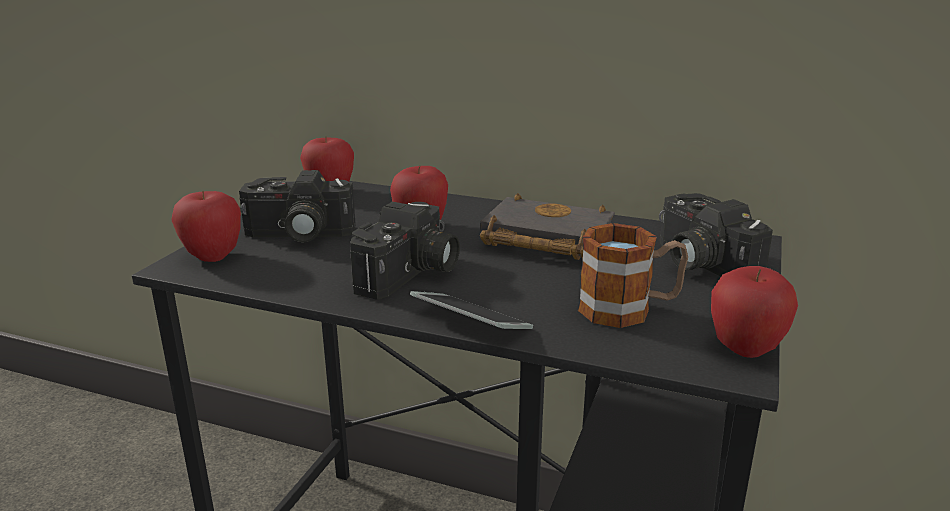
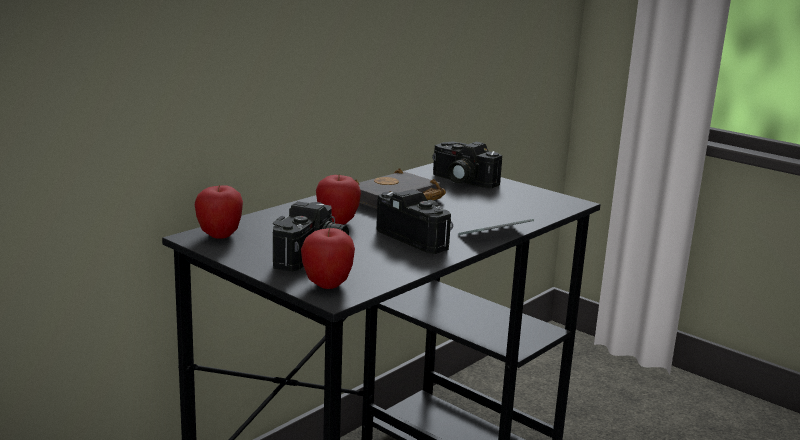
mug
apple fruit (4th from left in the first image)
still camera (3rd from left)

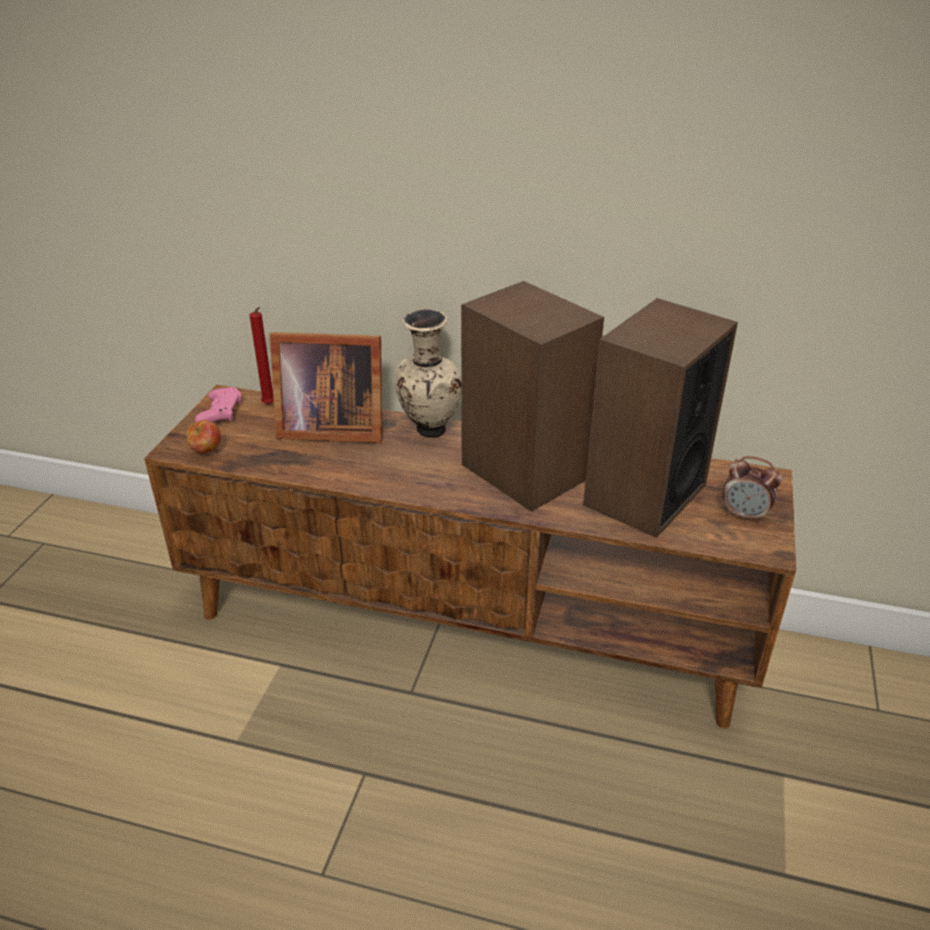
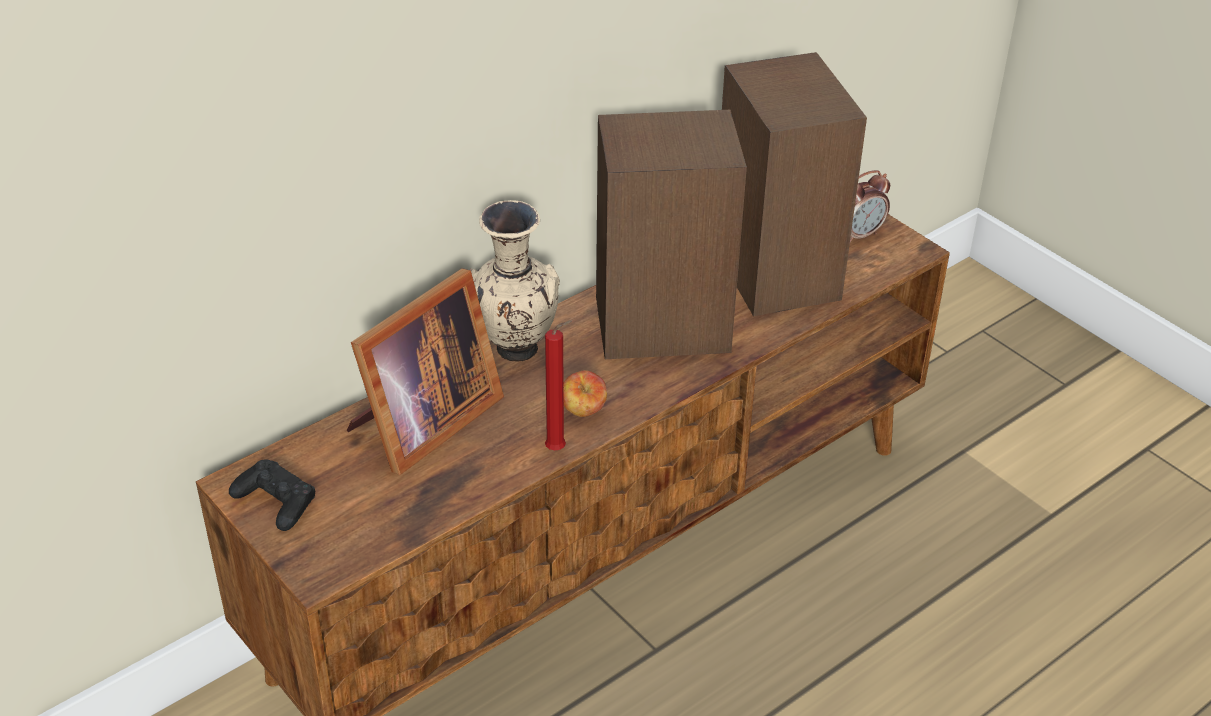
apple fruit
wax candle in red-coloured
gamepad in blackish

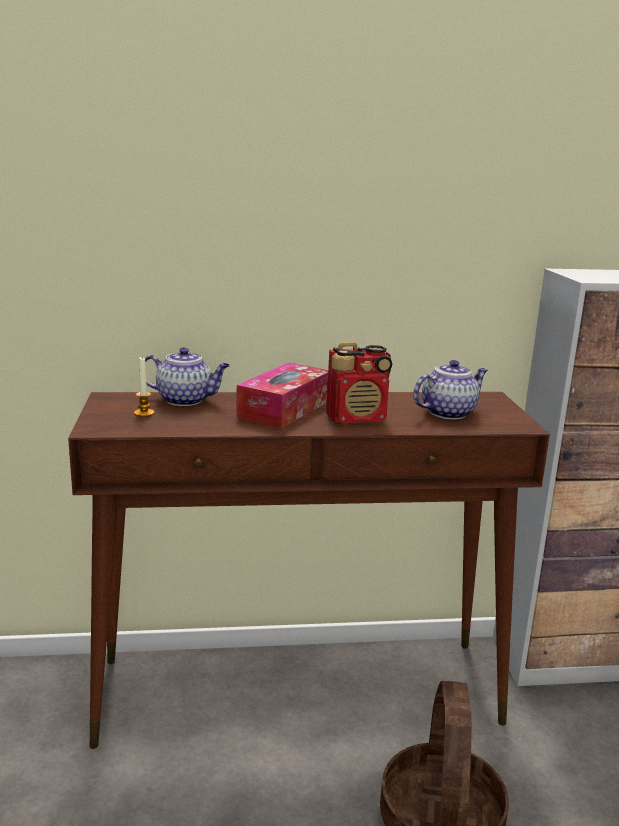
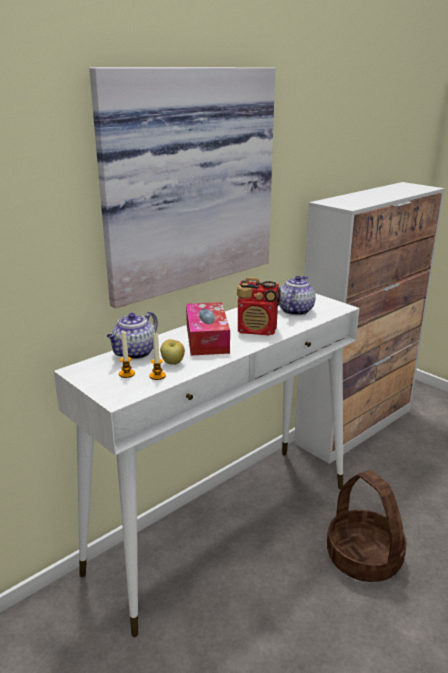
wall picture
wax candle (2nd from left)
apple fruit
console table in white-coloured
tea pot (1st from left)
radio set

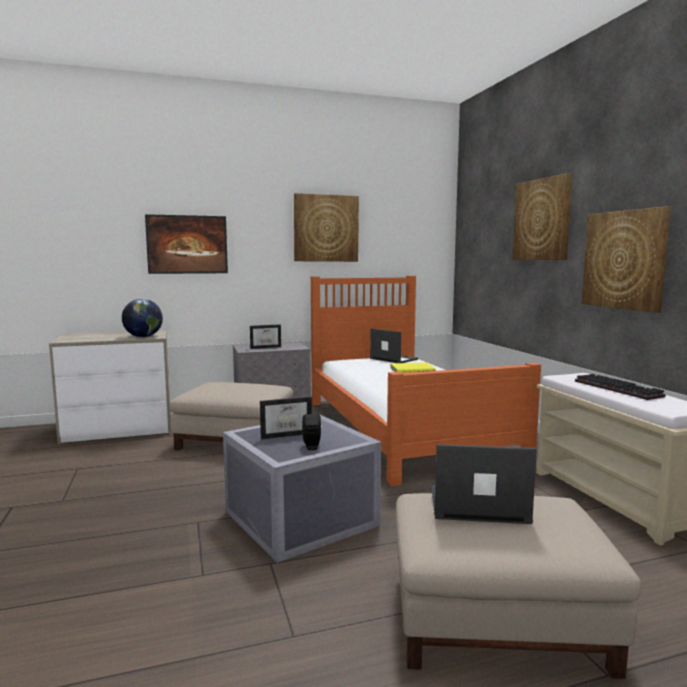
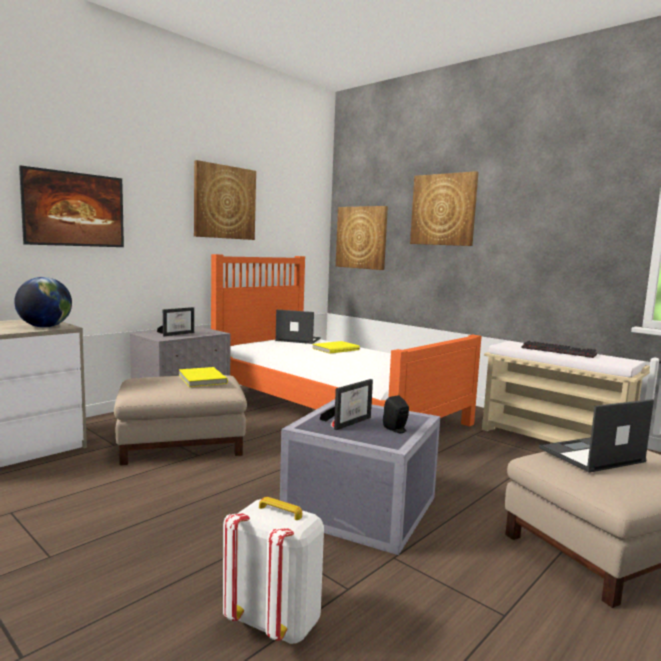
volume in yellowish (1st from left)
backpack in white-coloured
wall picture (3rd from left)

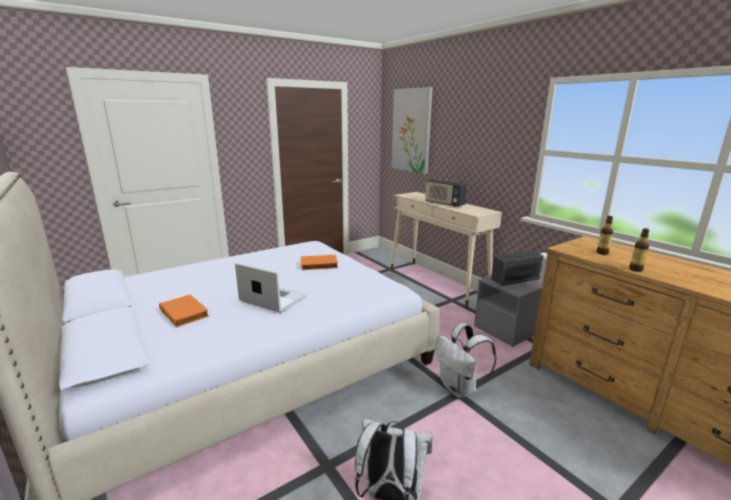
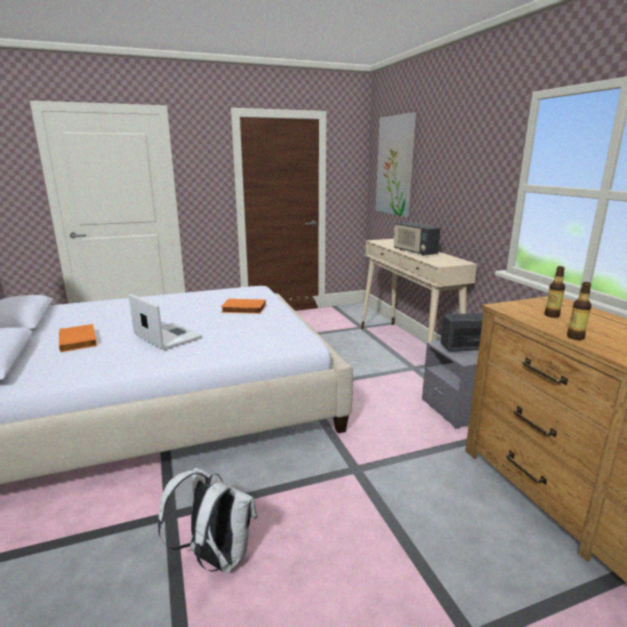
backpack in white-coloured (2nd from left in the first image)

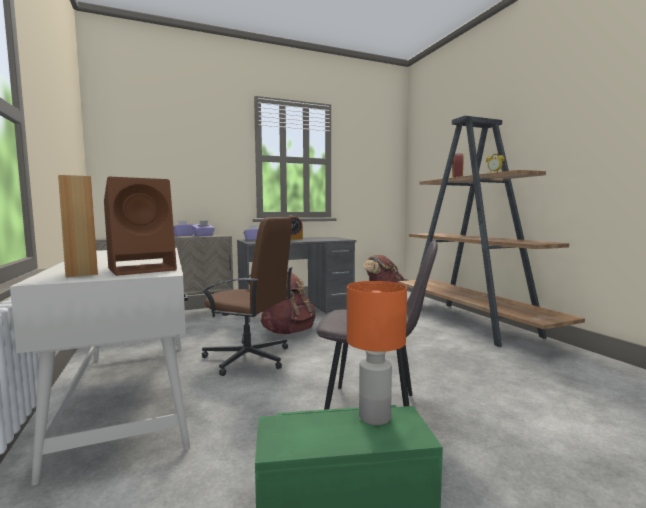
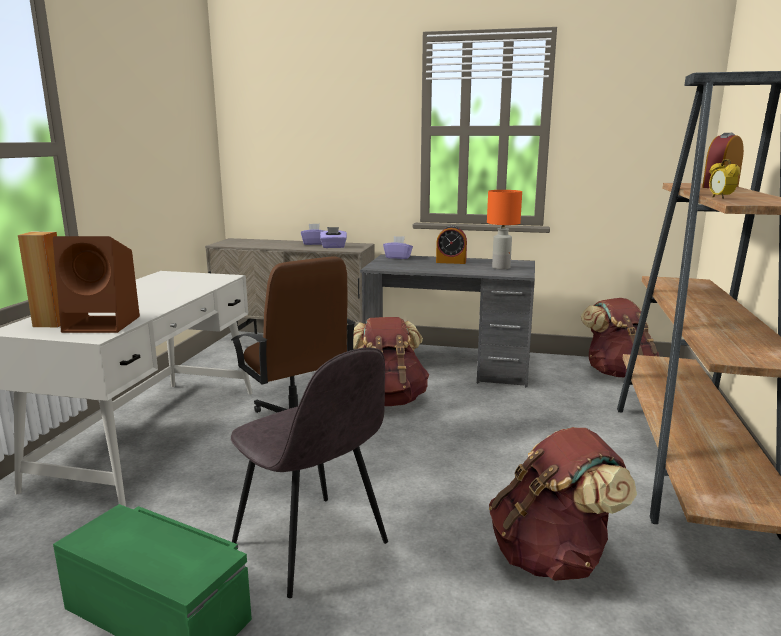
backpack in brown (2nd from left)
table lamp in orange-coloured

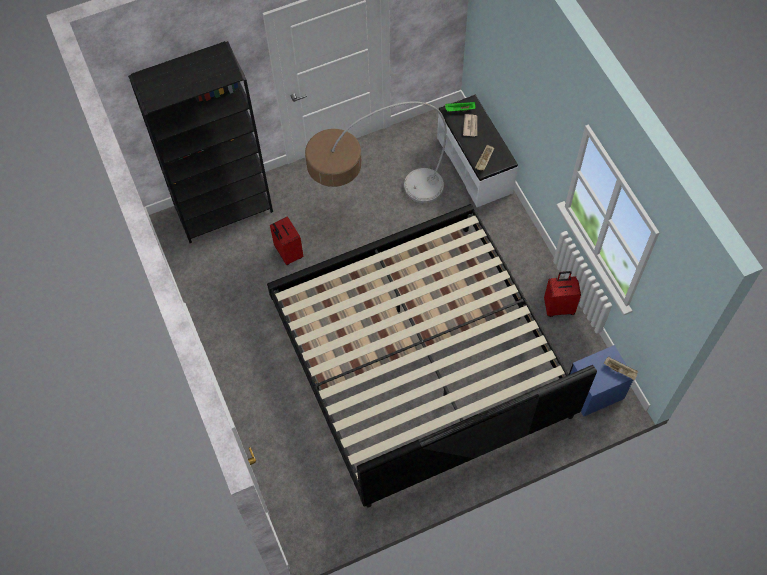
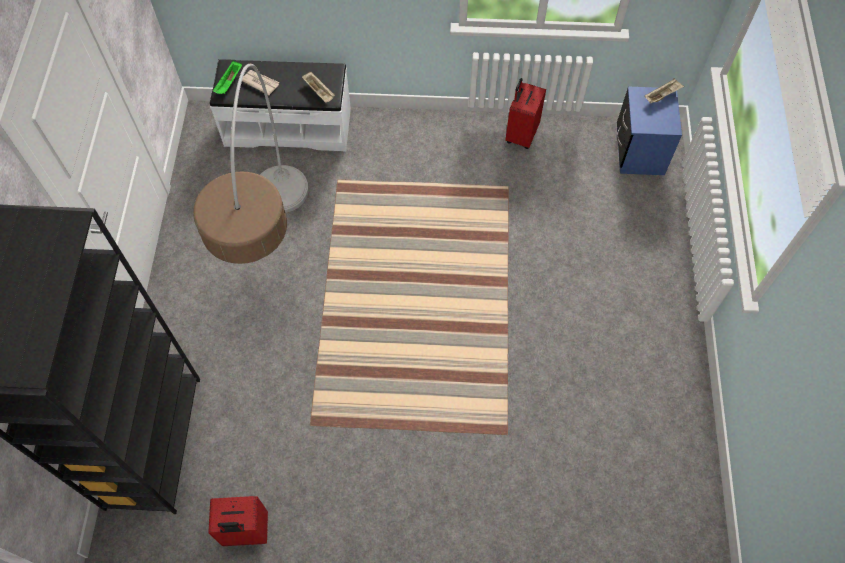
bedroom bed
piece of luggage in red-coloured (1st from left)

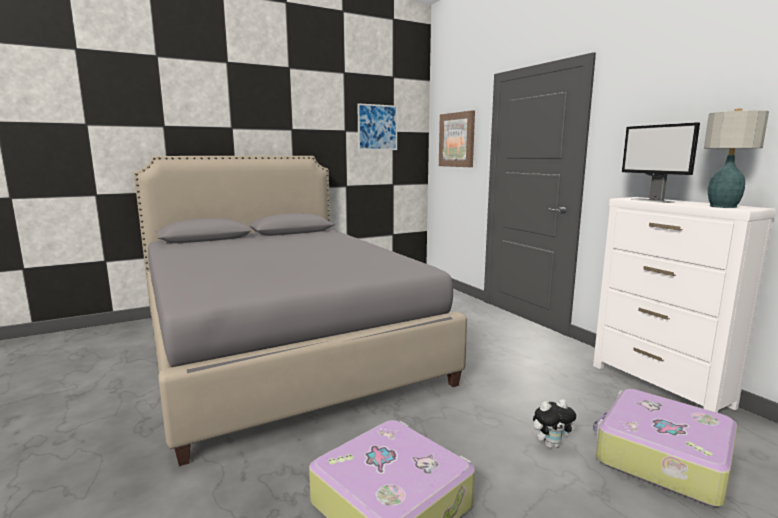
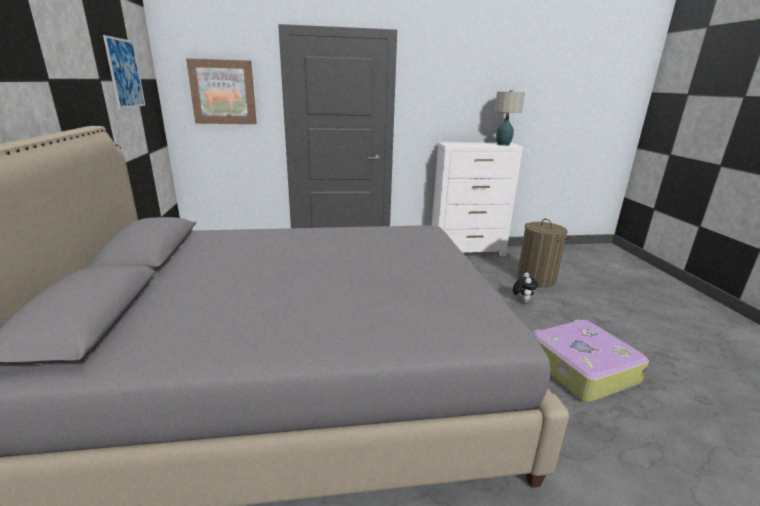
computer screen
hamper

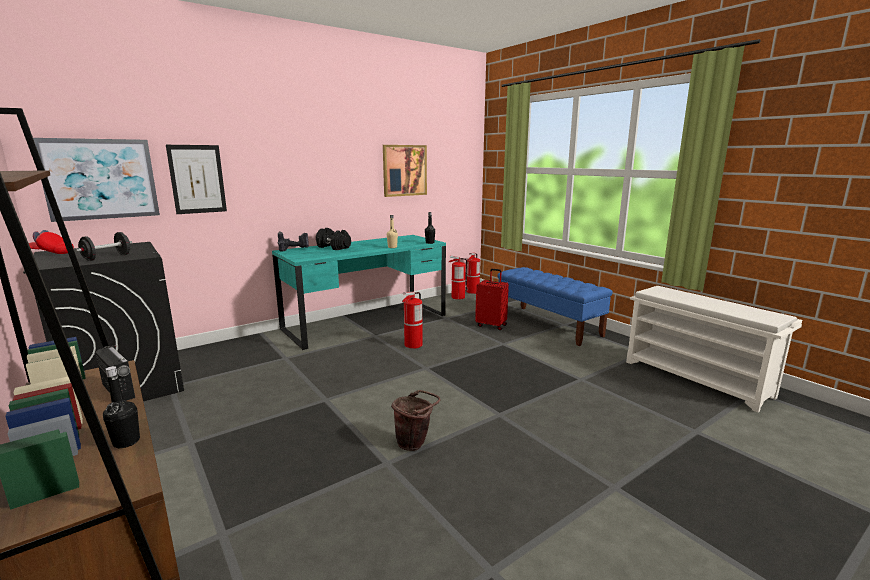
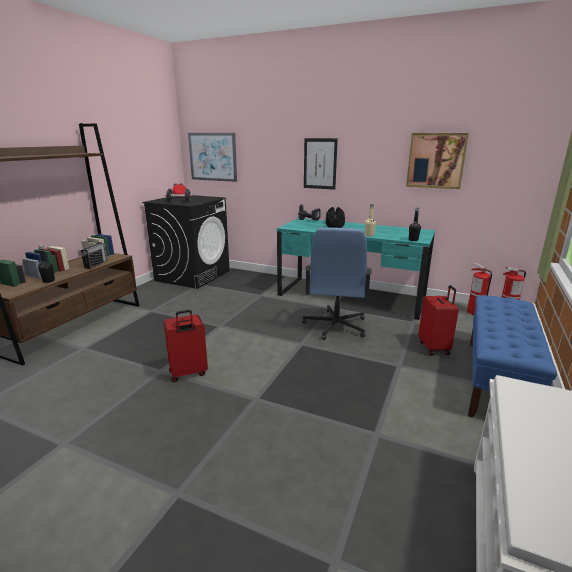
wall picture (2nd from left)
piece of luggage in red-coloured (1st from left)
office chair in blue-coloured

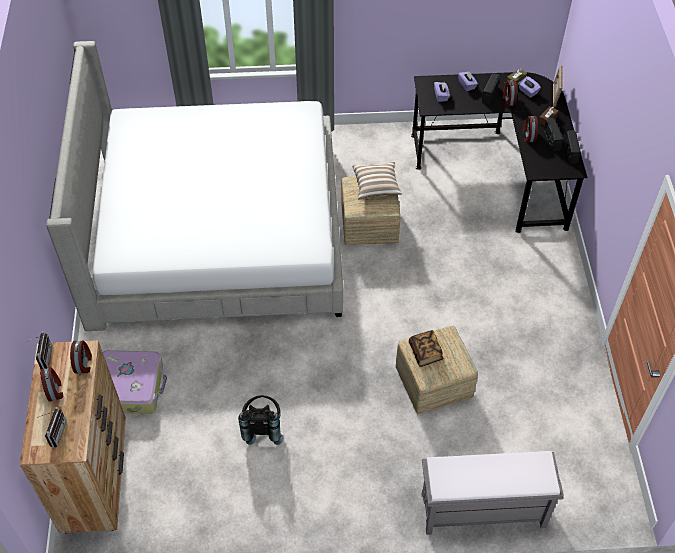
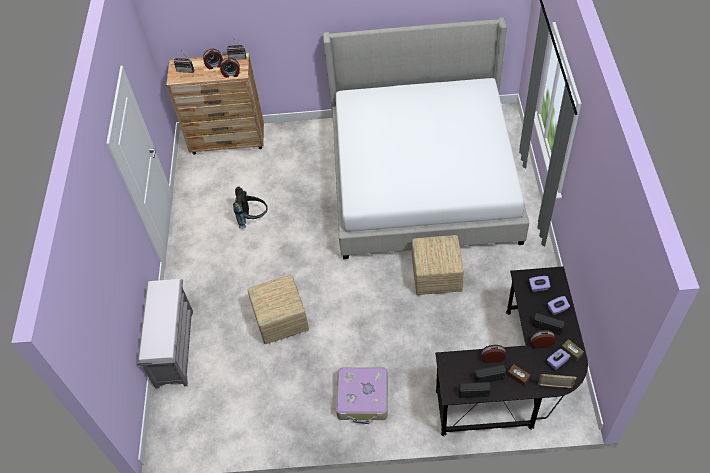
pillow
volume
piece of luggage

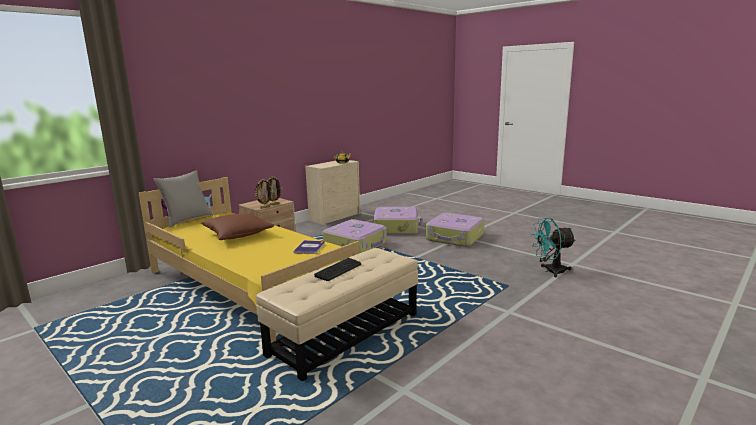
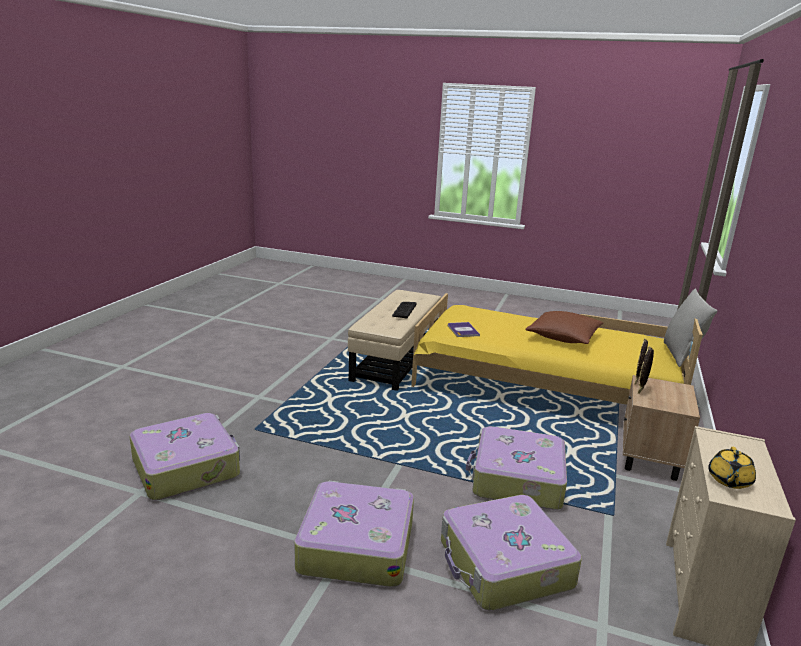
piece of luggage (1st from left)

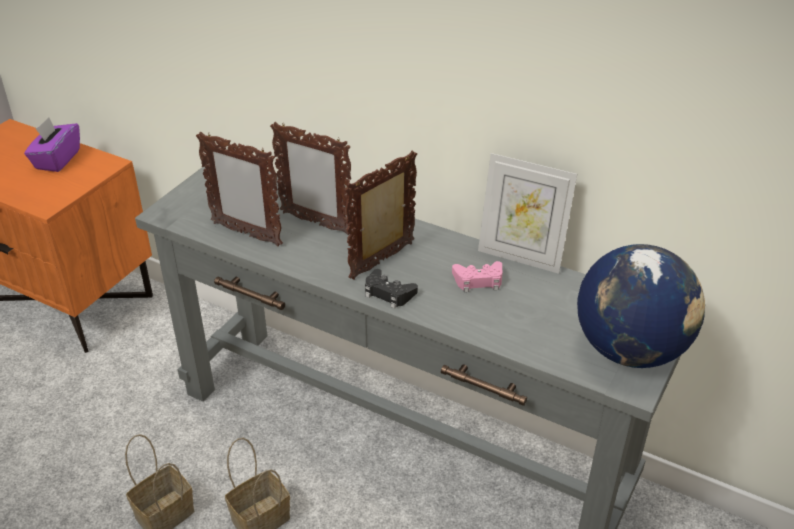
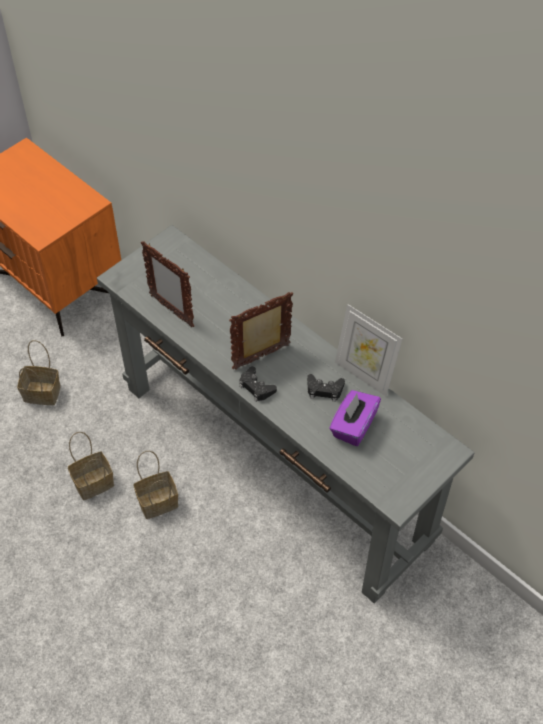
picture frame (2nd from left in the first image)
world globe
household basket (1st from left)
tissue holder in purplish
gamepad in blackish (2nd from left)

